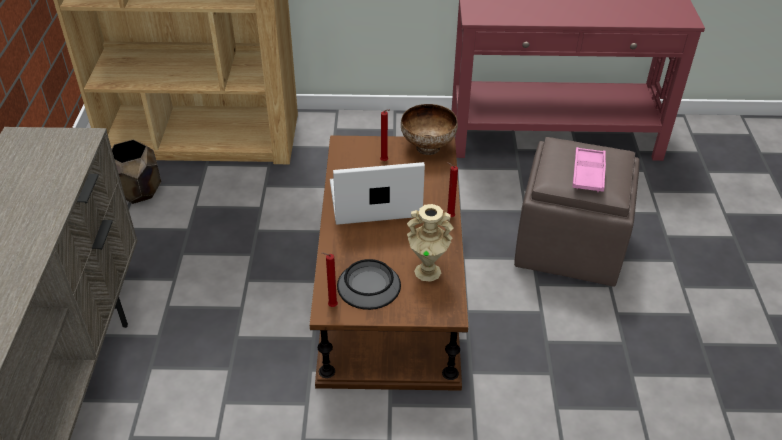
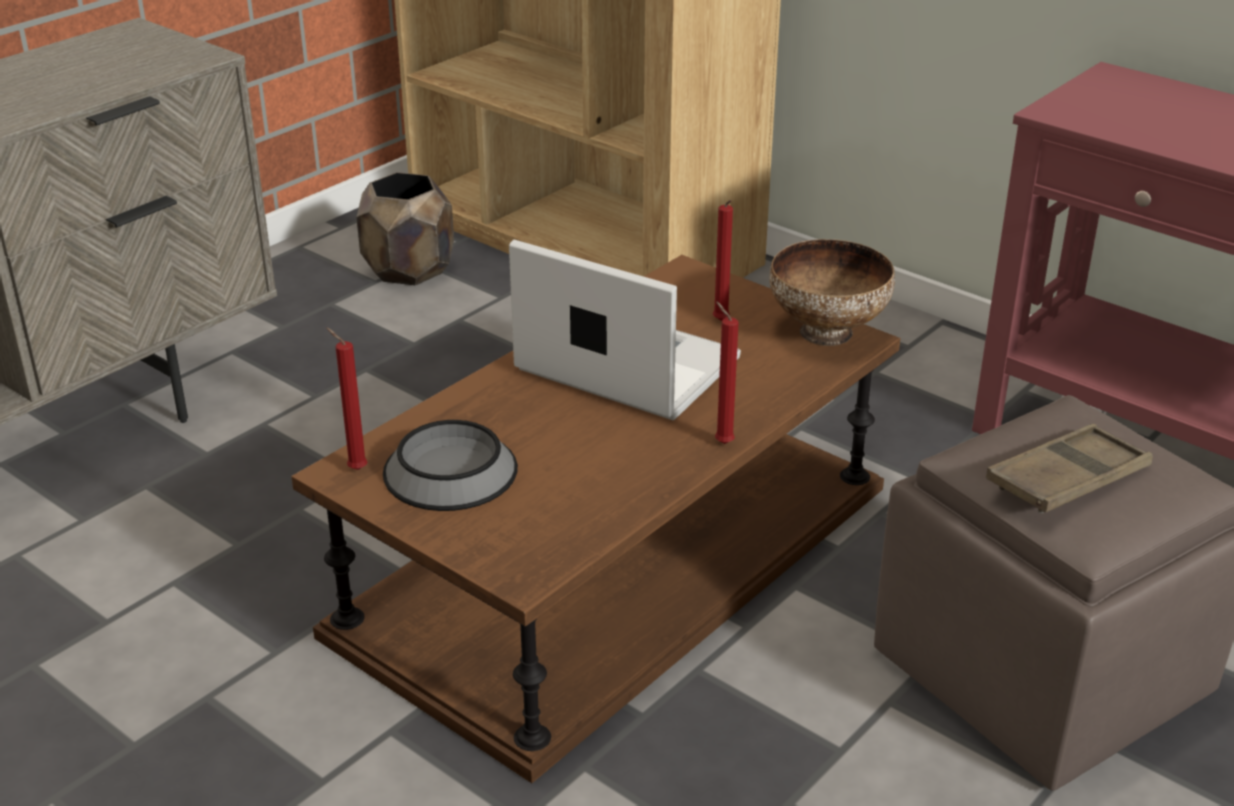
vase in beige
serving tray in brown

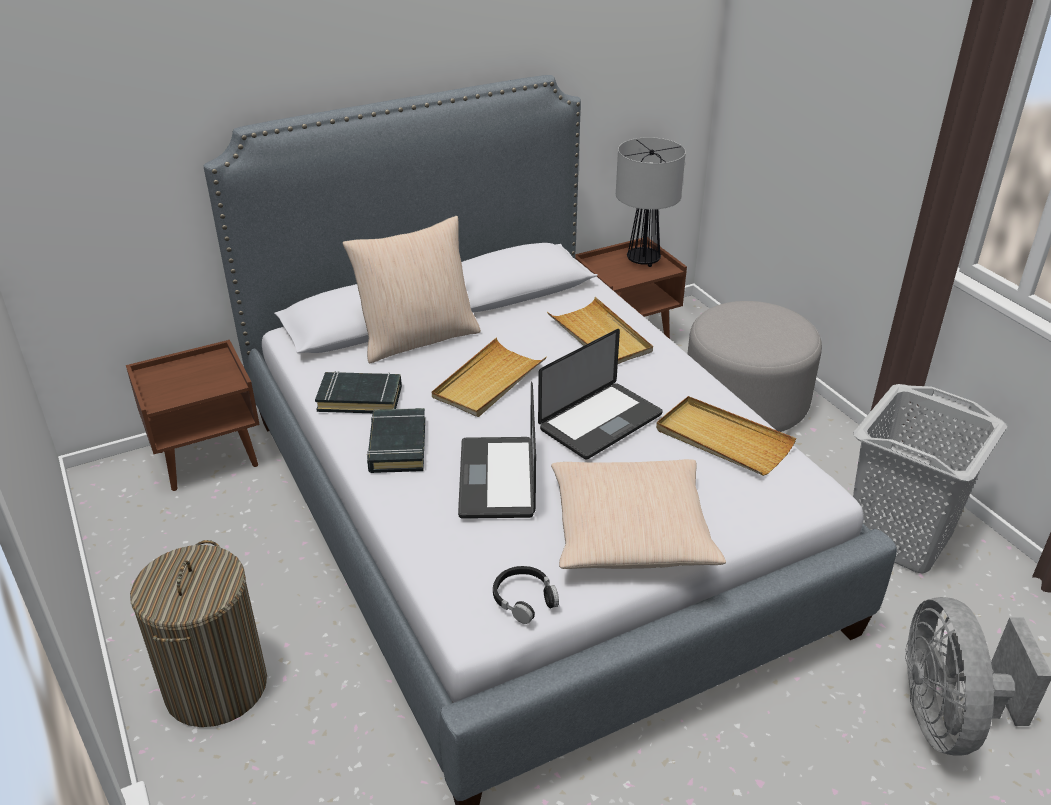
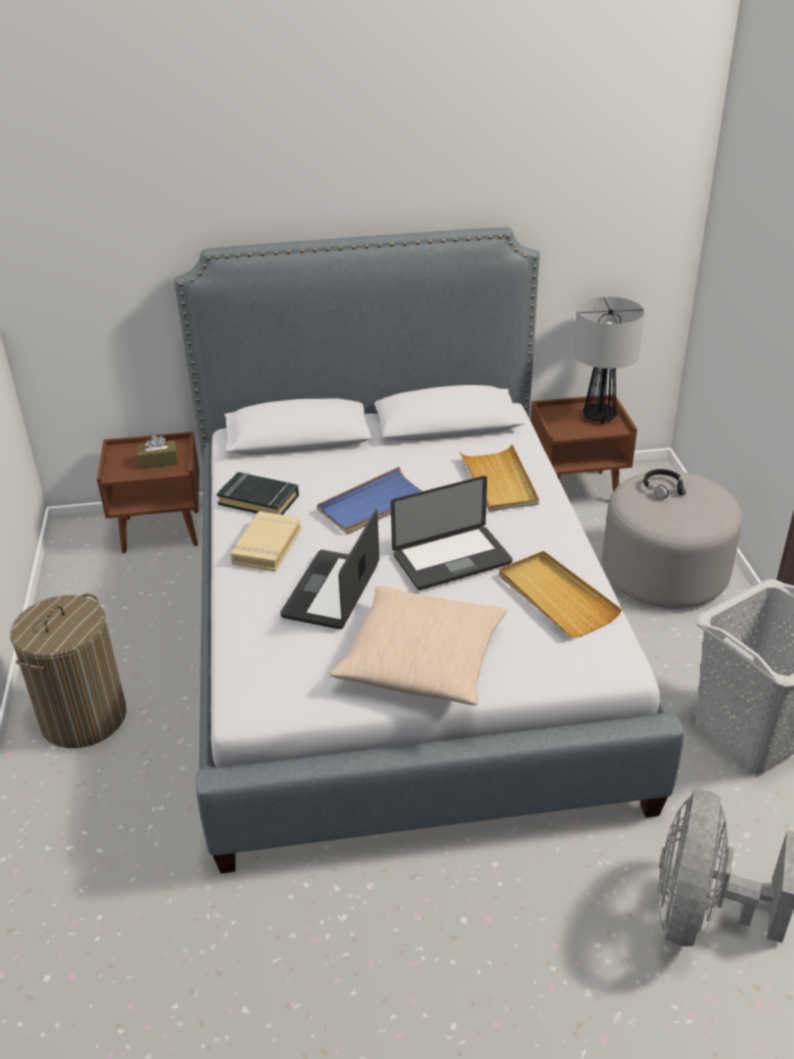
pillow in beige (1st from left in the first image)
tissue holder in brown
headphones in blackish
volume in beige
serving tray in blue-coloured

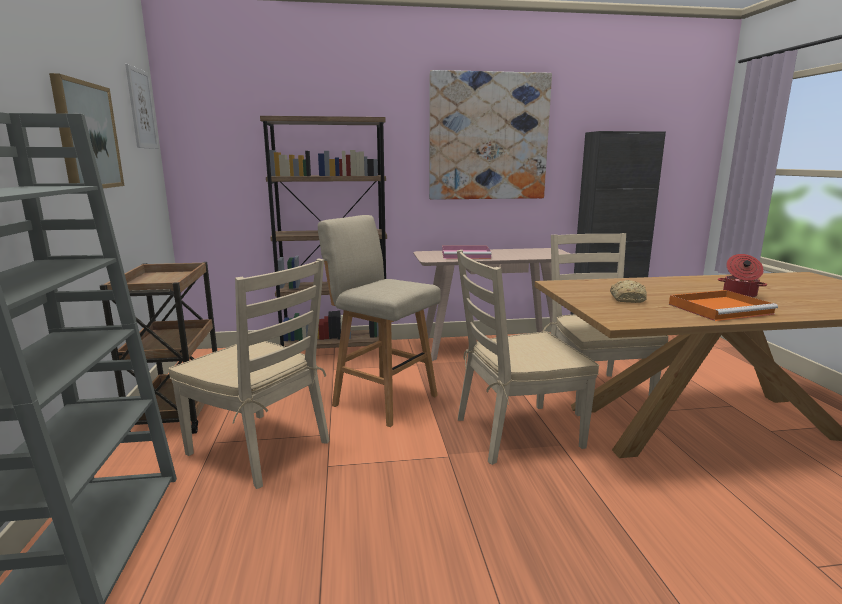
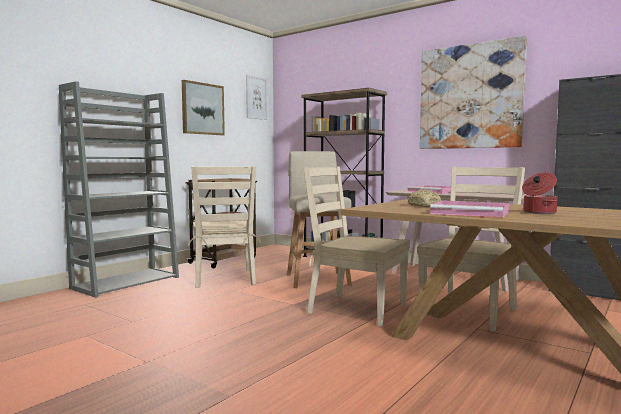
serving tray in pinkish (2nd from left)

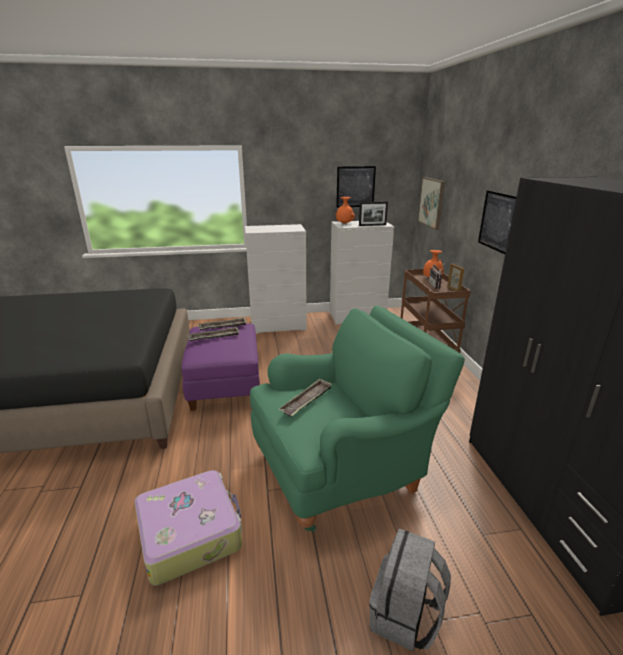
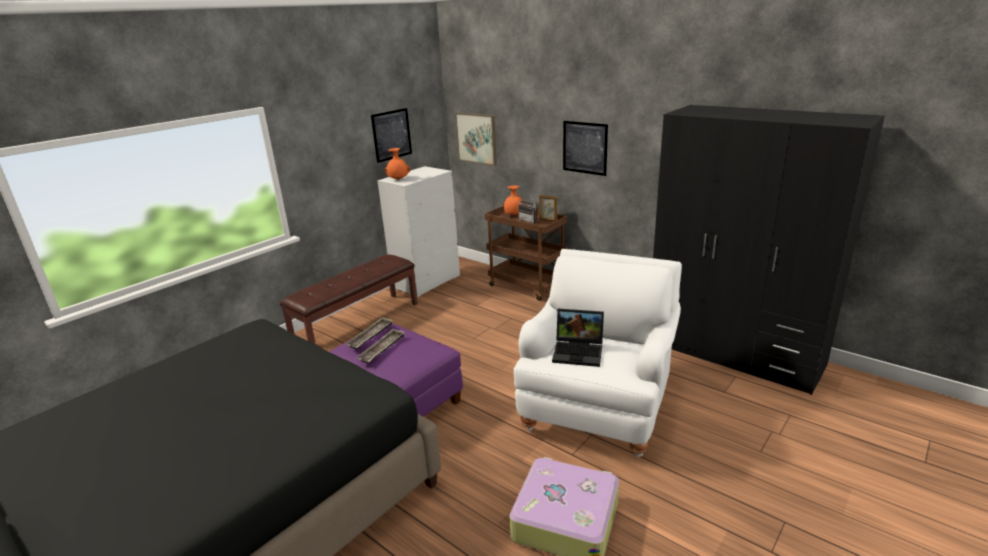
picture frame (1st from left in the first image)
backpack in gray
long seat in brown
portable computer
lounge chair in white-coloured

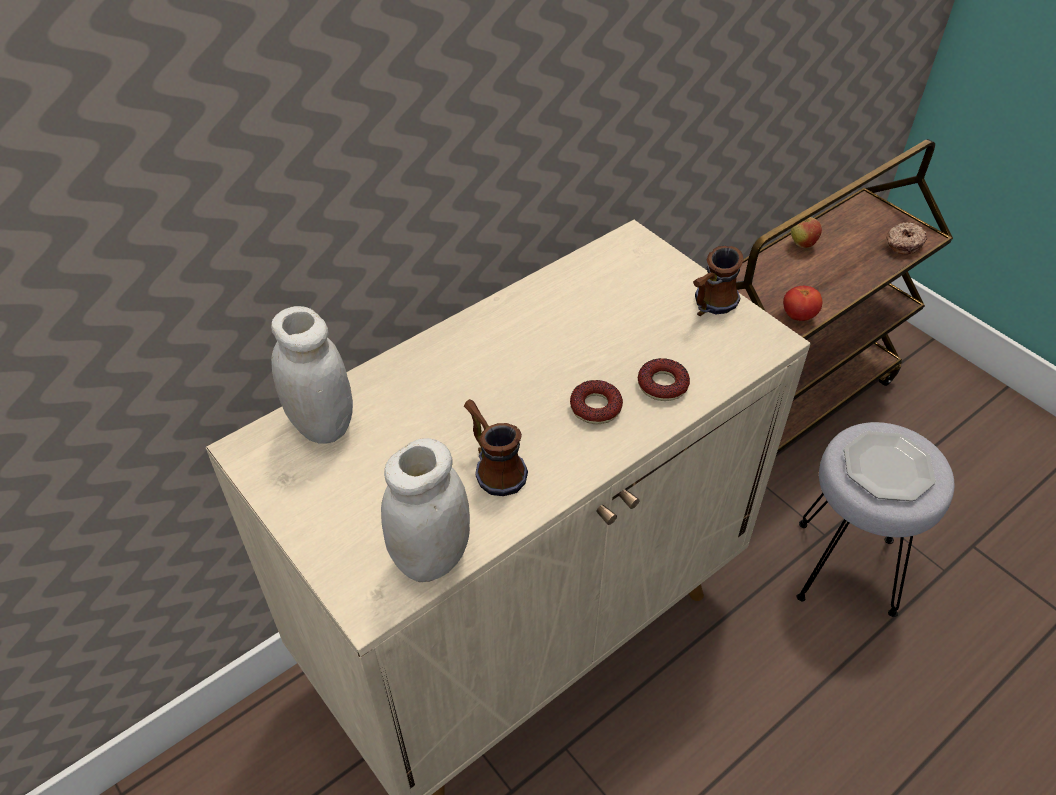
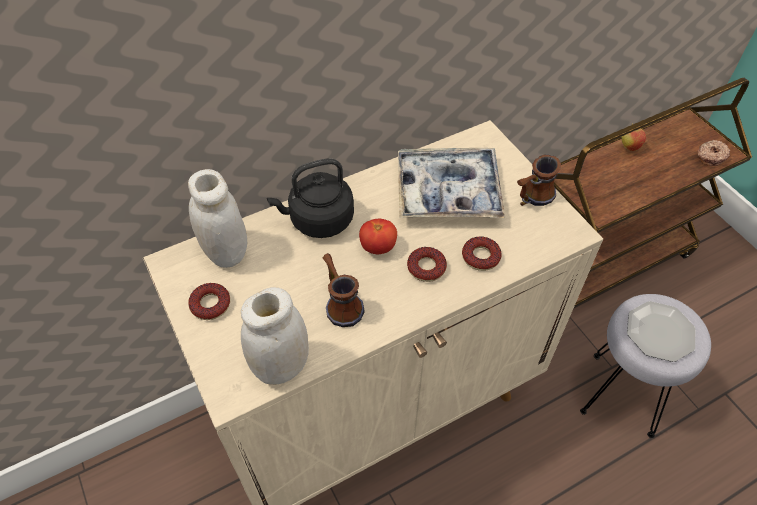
ring doughnut (1st from left)
kettle in blackish
serving tray
fresh tomato

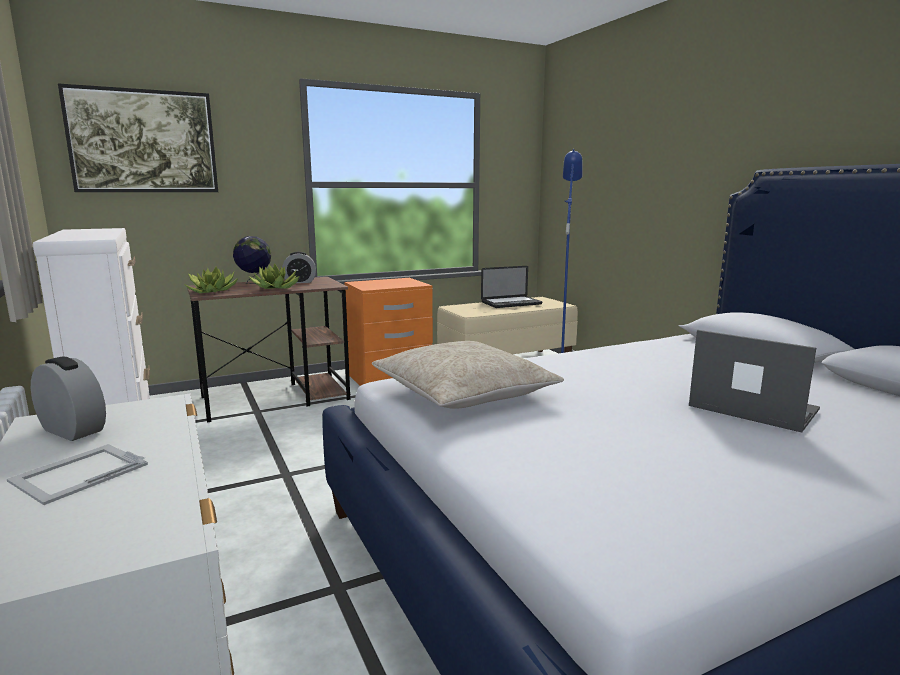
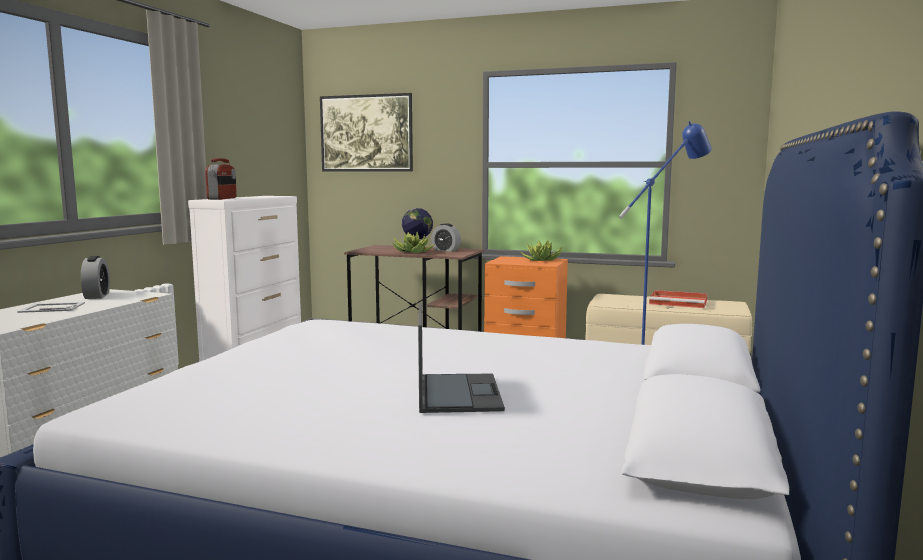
pillow in beige
radio set
houseplant (2nd from left)
serving tray in red-coloured

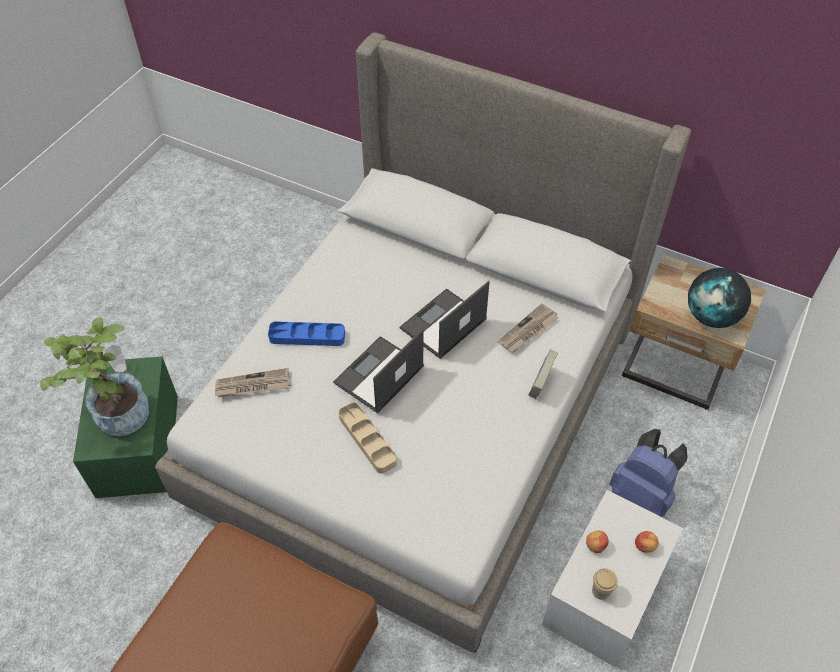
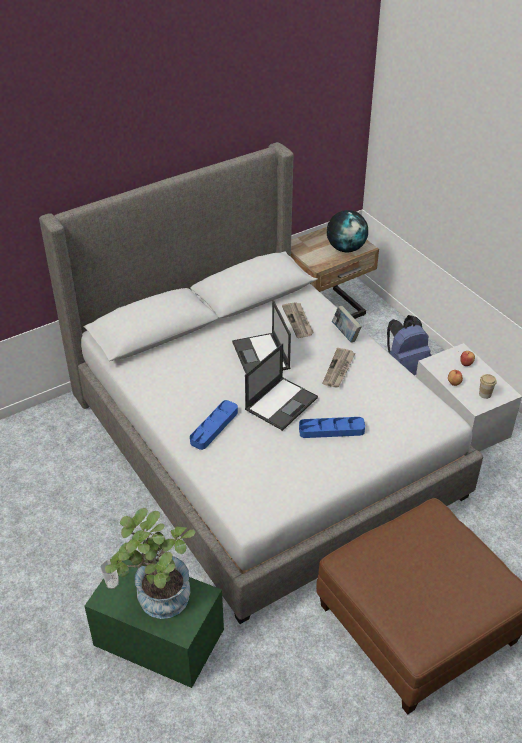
printed paper (2nd from left)
serving tray in blue-coloured (2nd from left)
portable computer (2nd from left)

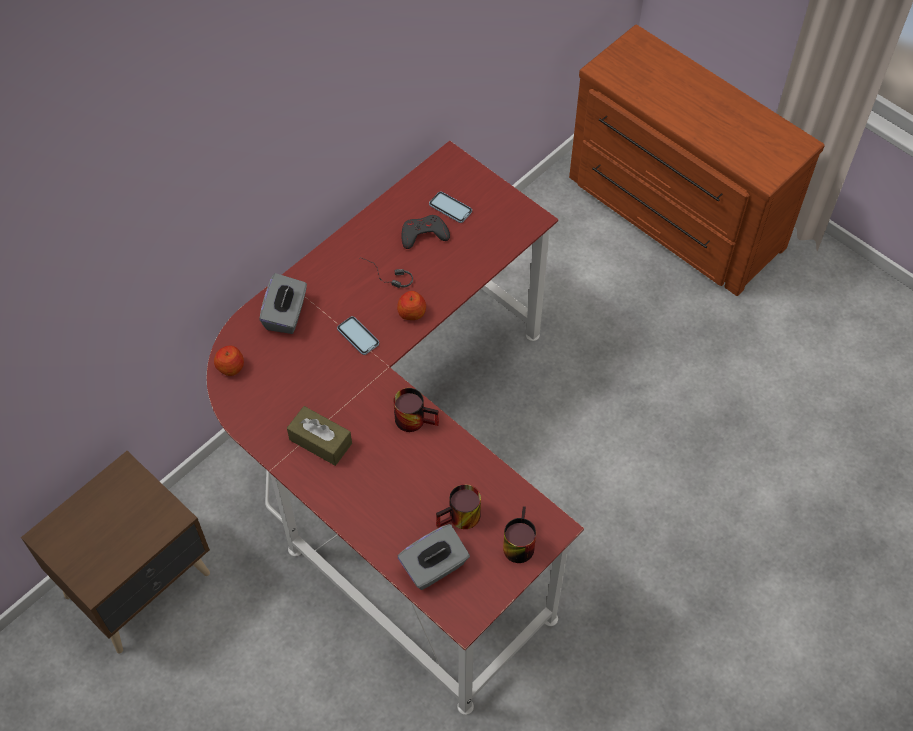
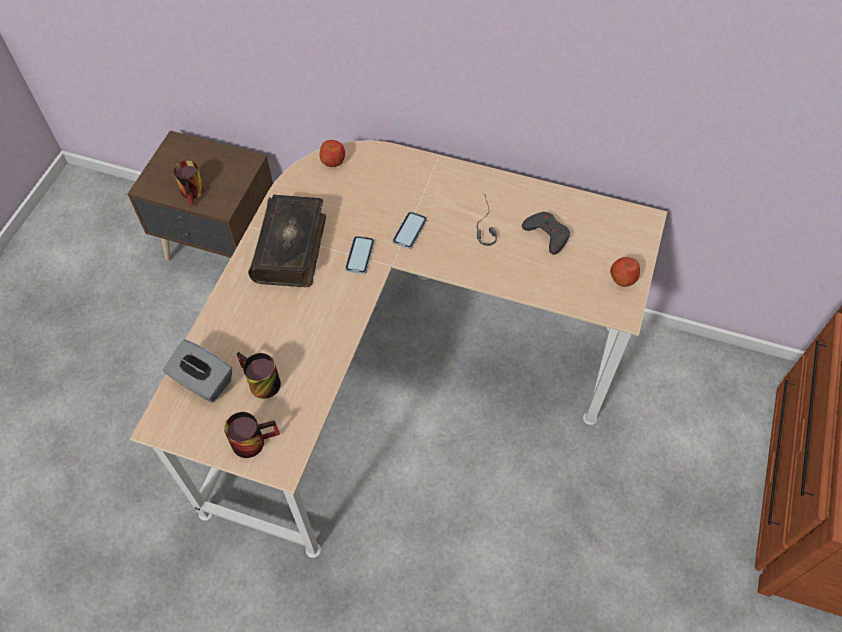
tissue holder in gray (1st from left in the first image)
mug (1st from left)
apple fruit (2nd from left)
telephone (1st from left)
volume
desk in beige

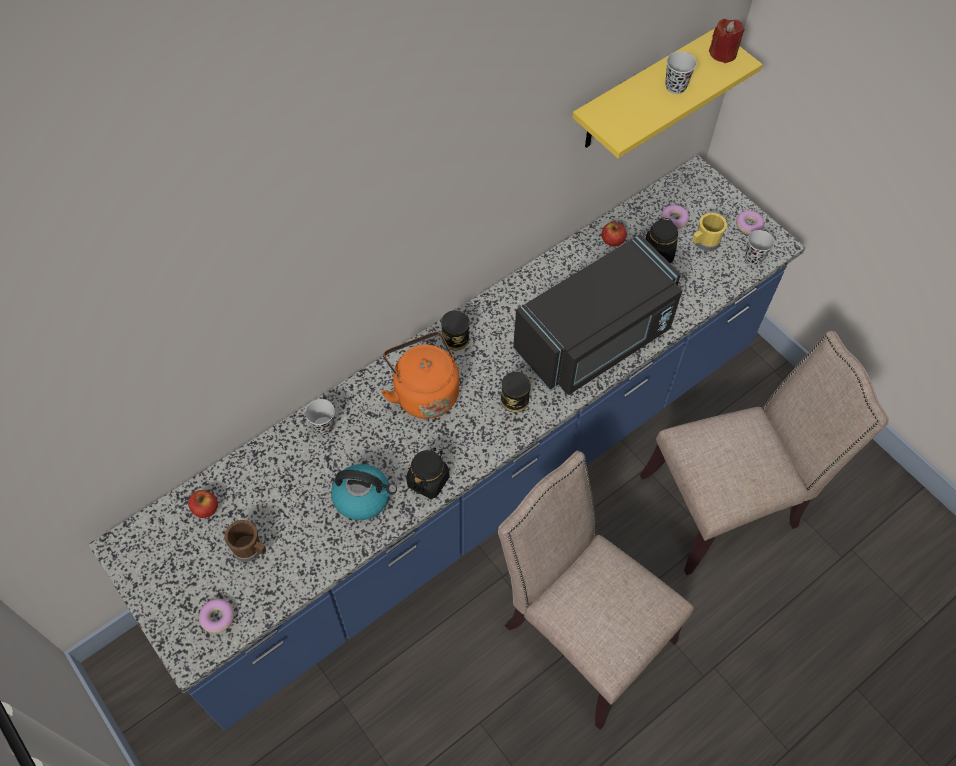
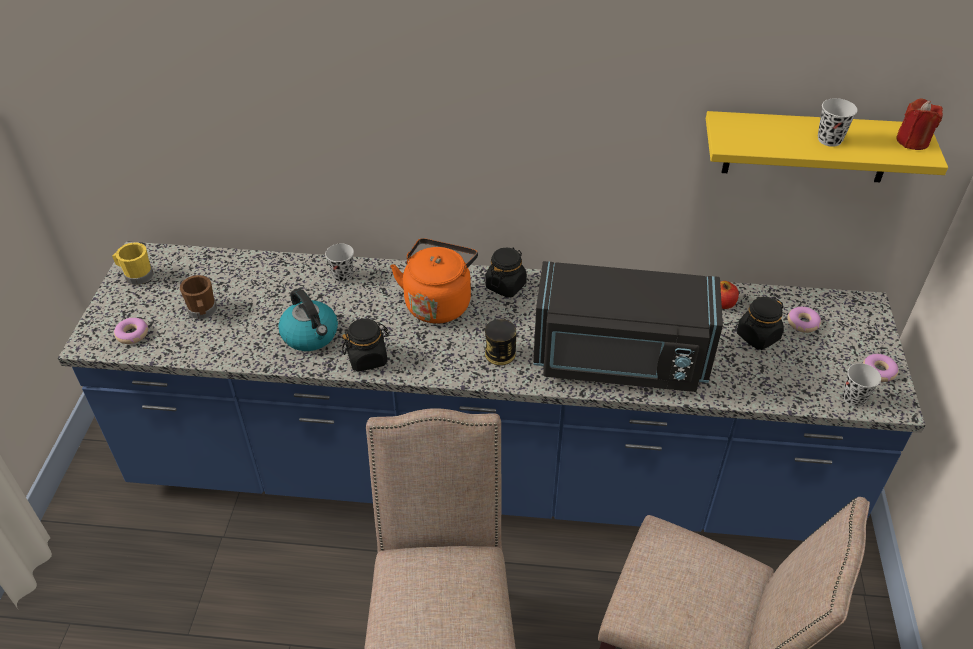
apple fruit (1st from left in the first image)
mug in yellowish
preserve jar in blackish (2nd from left)

